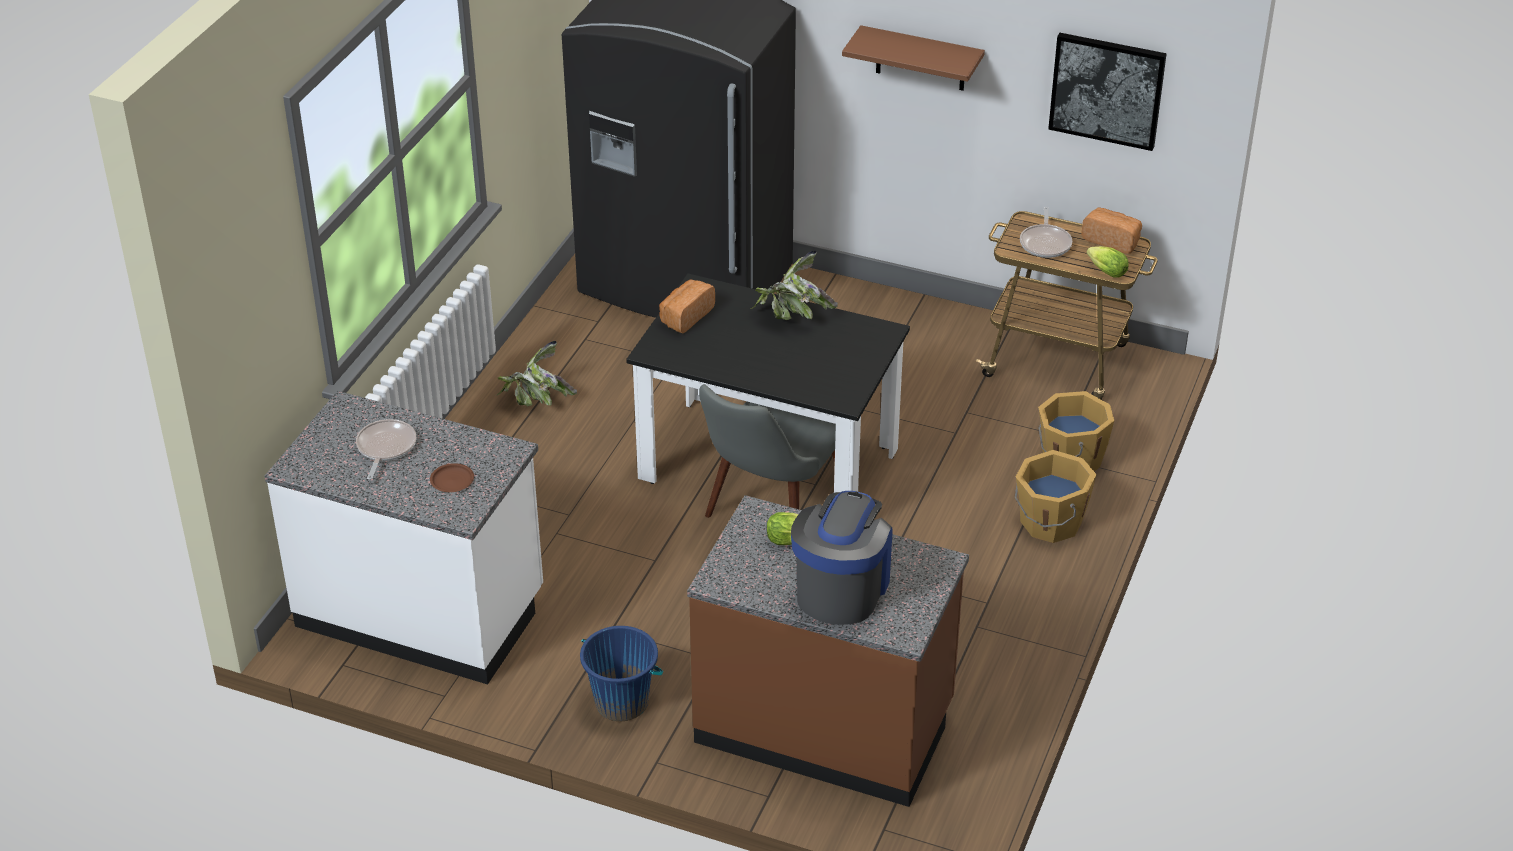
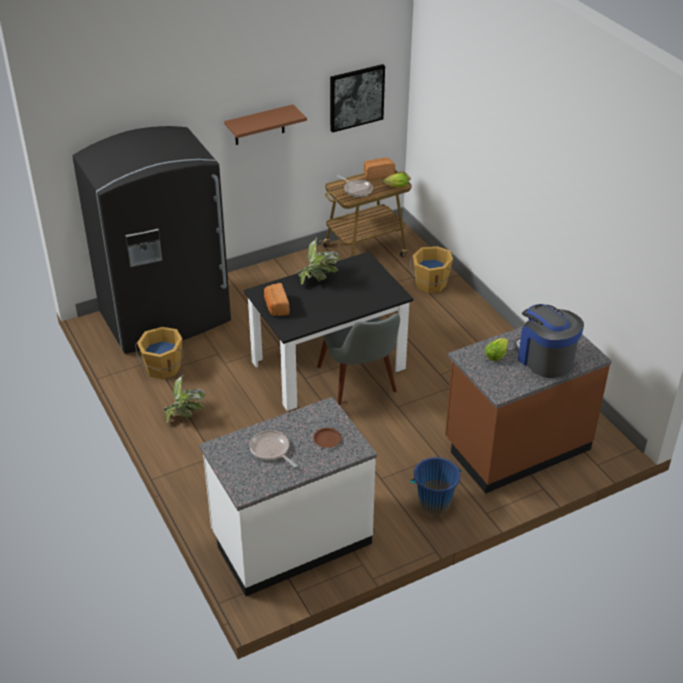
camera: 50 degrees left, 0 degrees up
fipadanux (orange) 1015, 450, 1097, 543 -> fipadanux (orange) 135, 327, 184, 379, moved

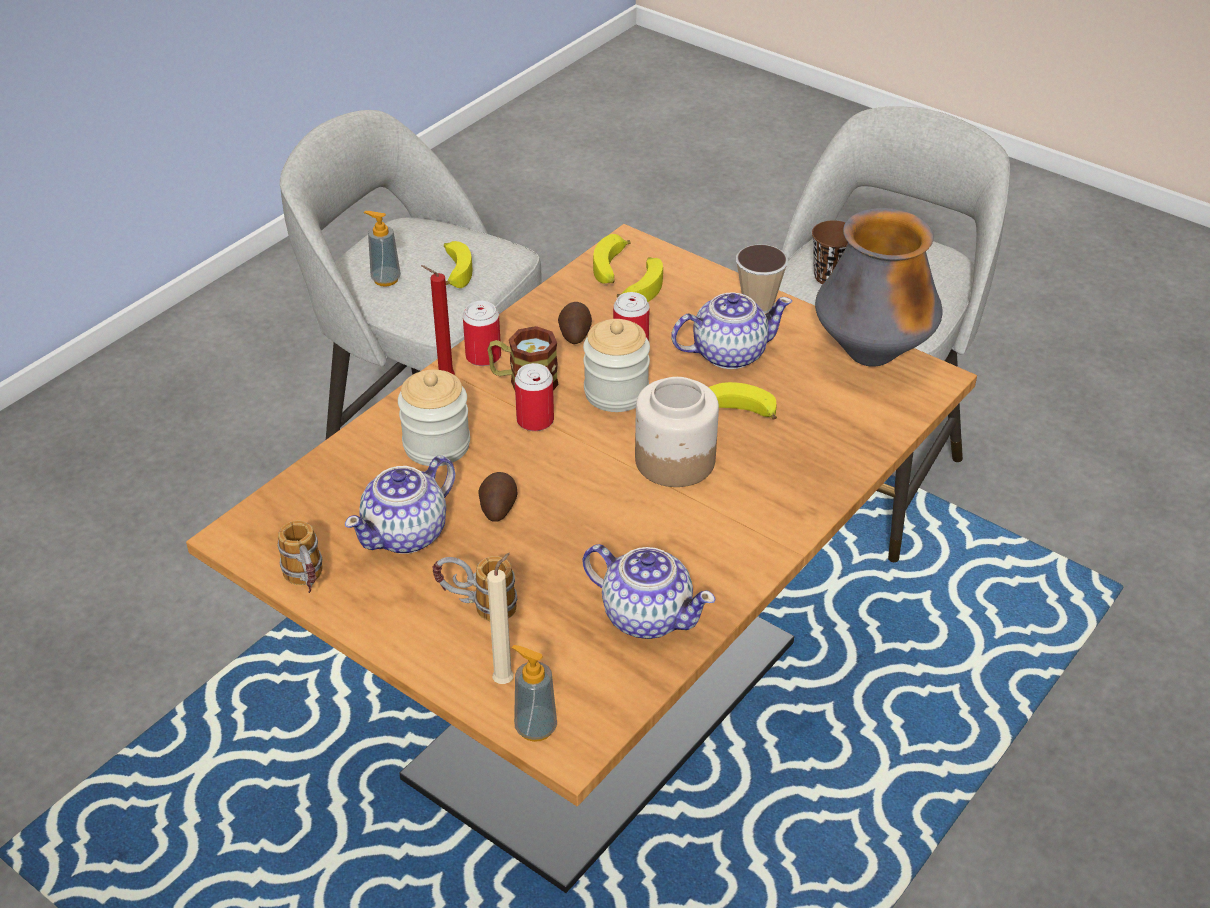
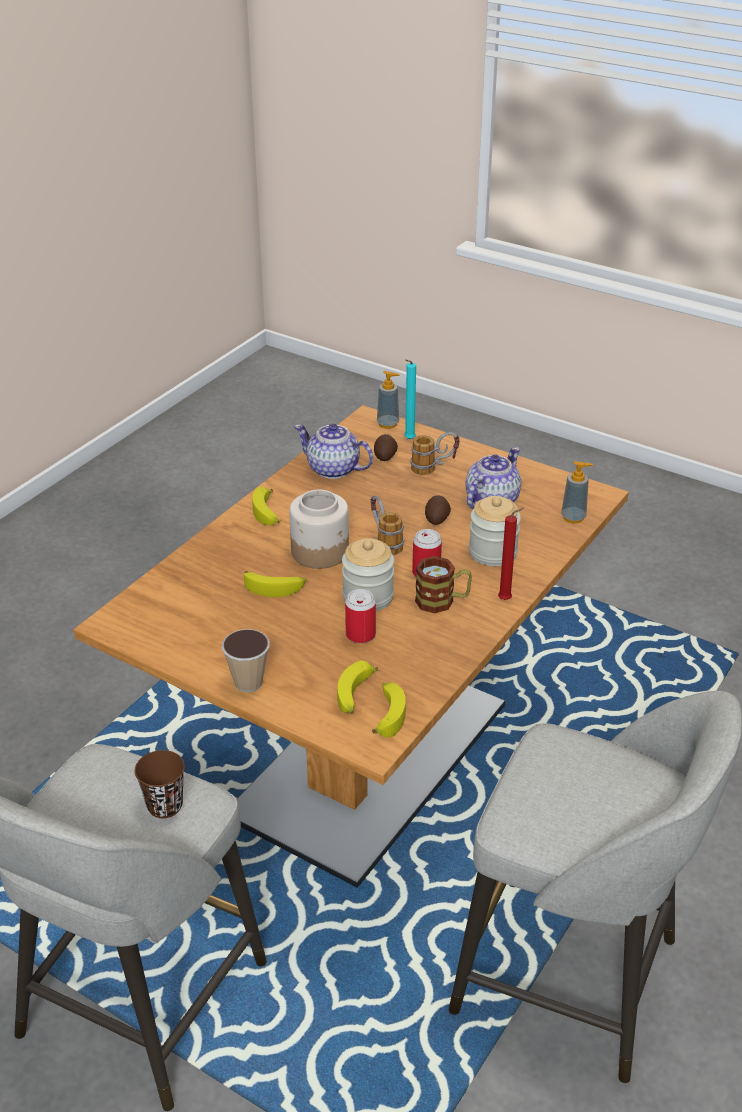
camera: 175 degrees right, 5 degrees down
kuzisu 277, 521, 323, 593 -> kuzisu 370, 496, 404, 555, moved
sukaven 364, 211, 401, 287 -> sukaven 561, 461, 593, 523, moved
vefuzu 444, 241, 472, 288 -> vefuzu 252, 487, 279, 525, moved
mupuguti 463, 301, 501, 366 -> none
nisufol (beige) 487, 553, 514, 684 -> nisufol (turquoise) 404, 360, 416, 439
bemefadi 558, 302, 592, 344 -> bemefadi 374, 434, 398, 461, moved
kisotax 671, 292, 792, 369 -> none
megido 815, 208, 943, 367 -> none

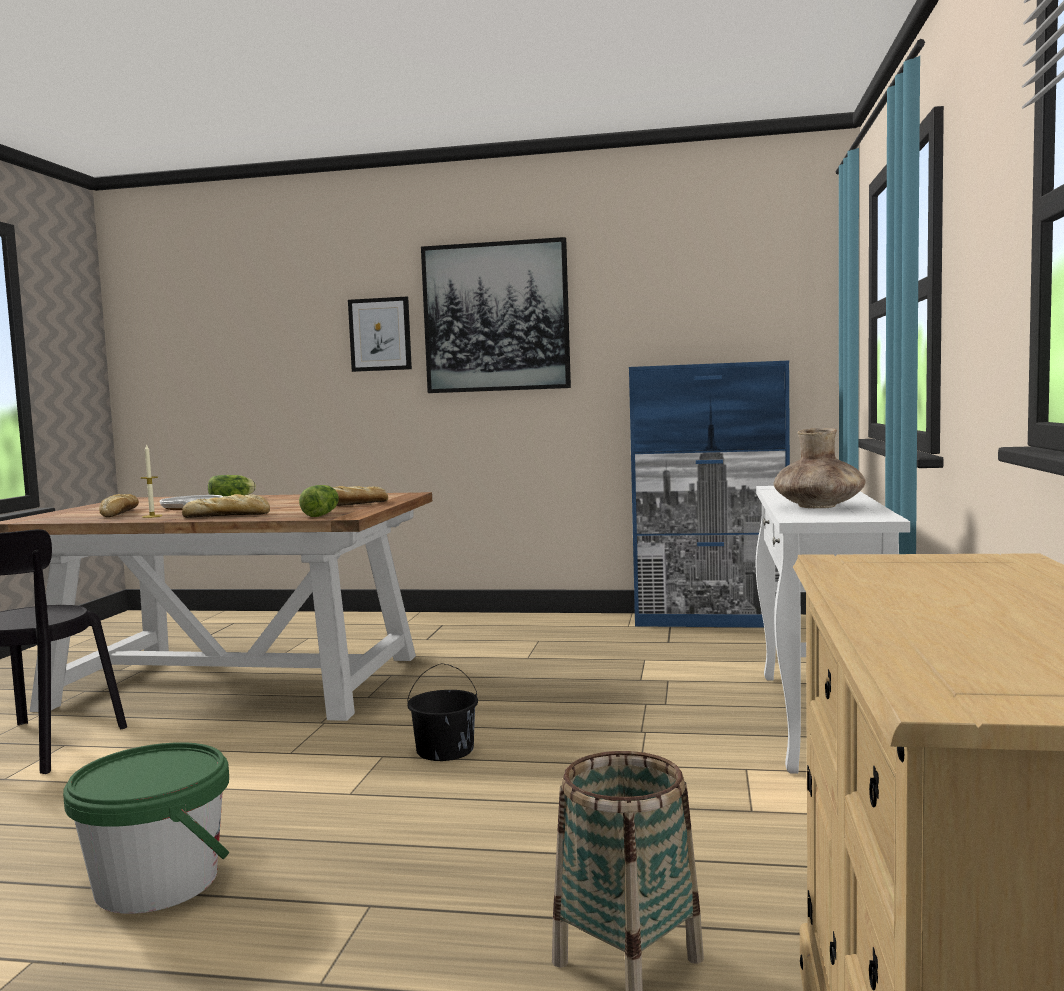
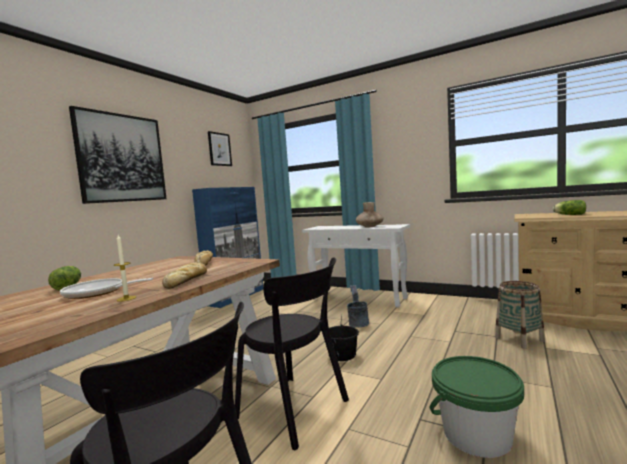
camera: 70 degrees left, 0 degrees up
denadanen 99, 494, 139, 517 -> none
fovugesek 299, 485, 339, 517 -> fovugesek 553, 200, 586, 215, moved
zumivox 348, 296, 412, 372 -> zumivox 208, 131, 232, 166, moved
none -> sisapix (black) 235, 257, 349, 451
none -> fipadanux (grey) 347, 285, 369, 327

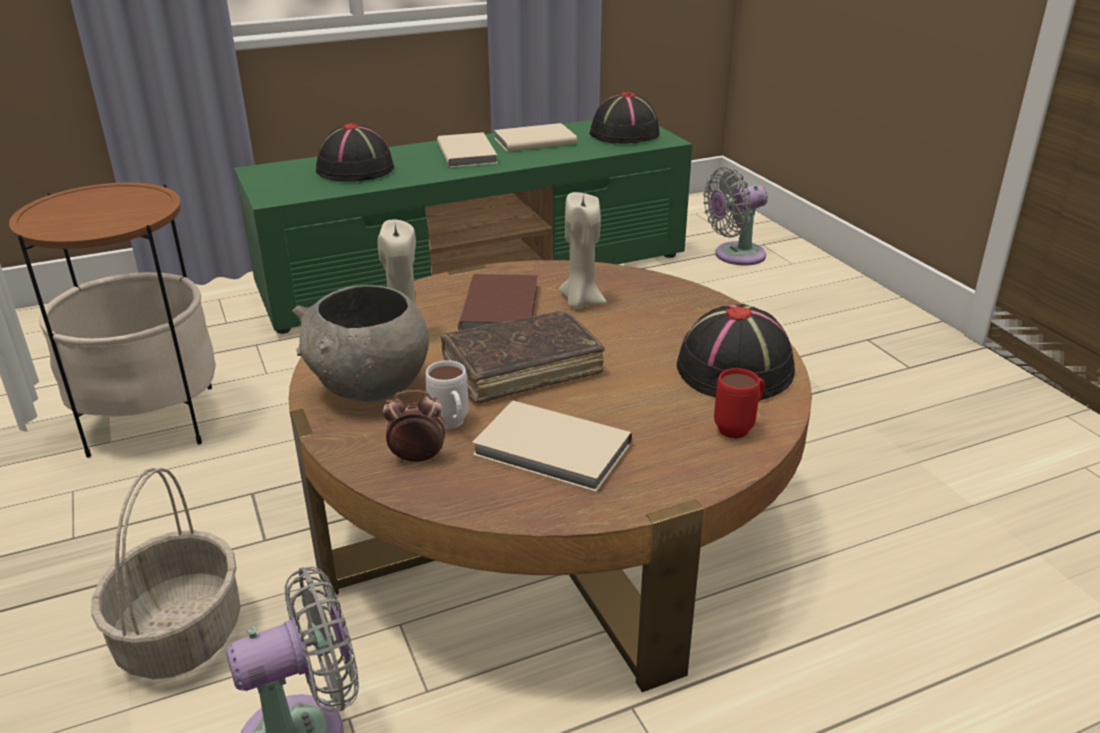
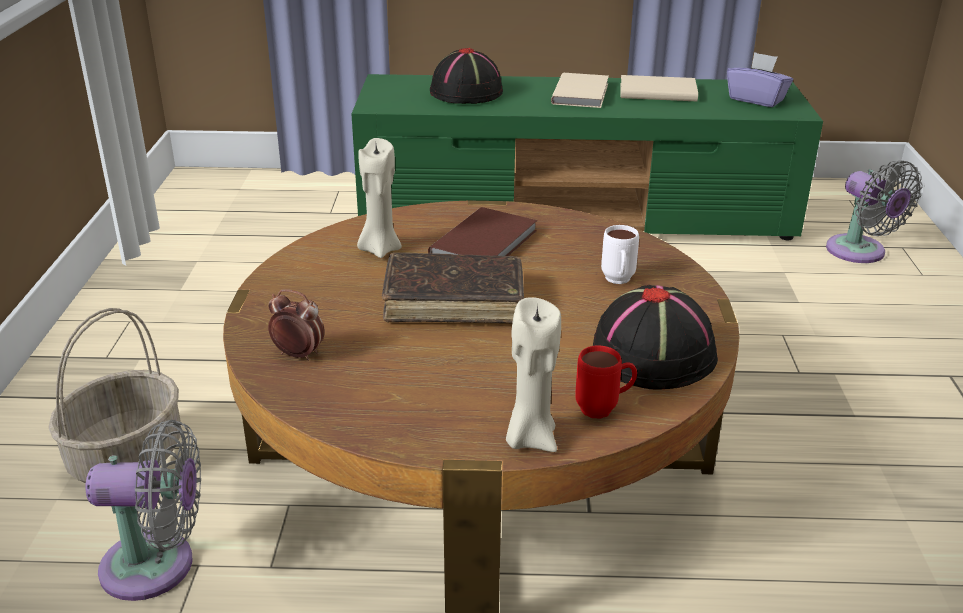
camera: 25 degrees right, 0 degrees up
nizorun 9, 183, 216, 458 -> none
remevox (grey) 292, 285, 429, 402 -> none
kuzisu (white) 425, 360, 469, 430 -> kuzisu (white) 601, 225, 639, 284, moved
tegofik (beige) 472, 401, 632, 492 -> none
nisufol (beige) 559, 192, 607, 309 -> nisufol (beige) 506, 297, 561, 452, moved
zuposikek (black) 589, 92, 660, 143 -> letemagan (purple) 727, 52, 793, 107
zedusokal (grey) 703, 167, 768, 266 -> zedusokal (grey) 826, 160, 923, 263, 120 degrees counterclockwise

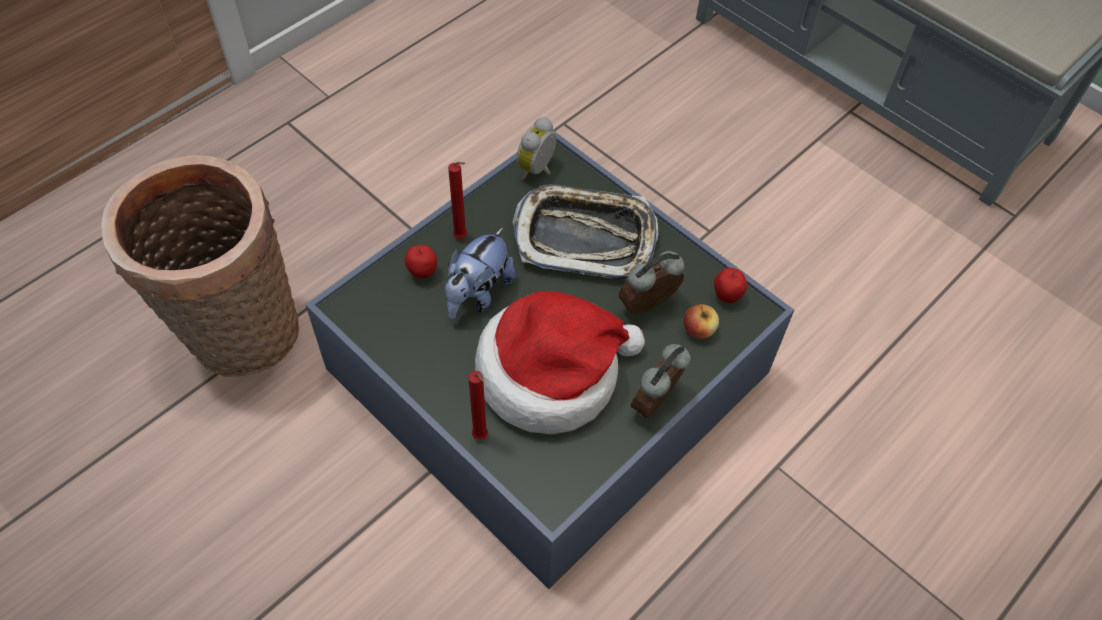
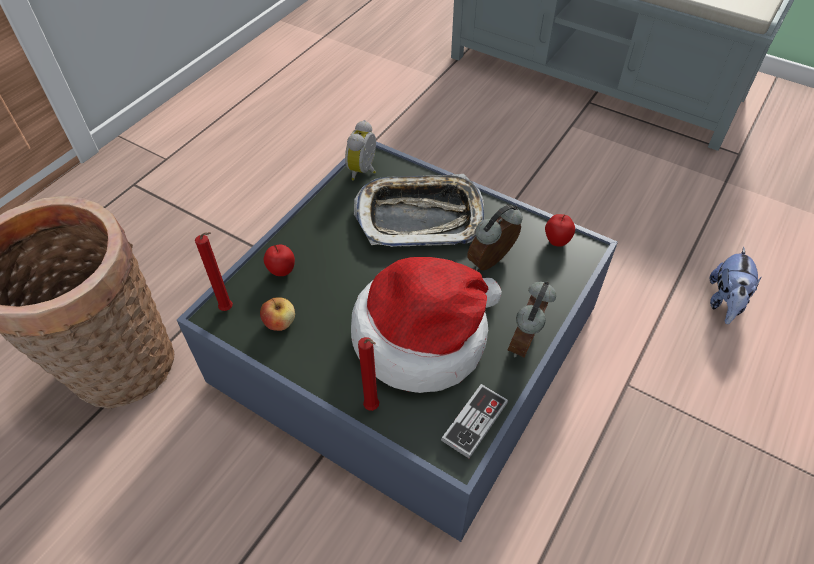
camera: 10 degrees left, 5 degrees down
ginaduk 445, 228, 516, 319 -> ginaduk 710, 247, 761, 324, moved
nisufol (red) 448, 161, 467, 239 -> nisufol (red) 195, 232, 233, 311, moved
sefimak 683, 304, 719, 339 -> sefimak 260, 297, 295, 331, moved
none -> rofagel 441, 384, 508, 458

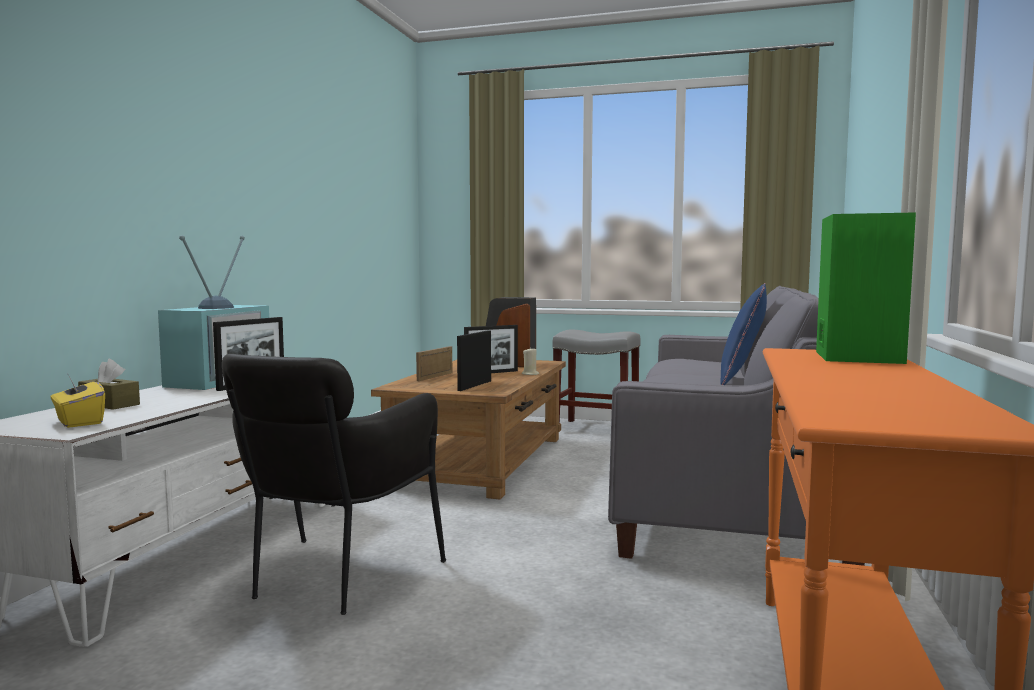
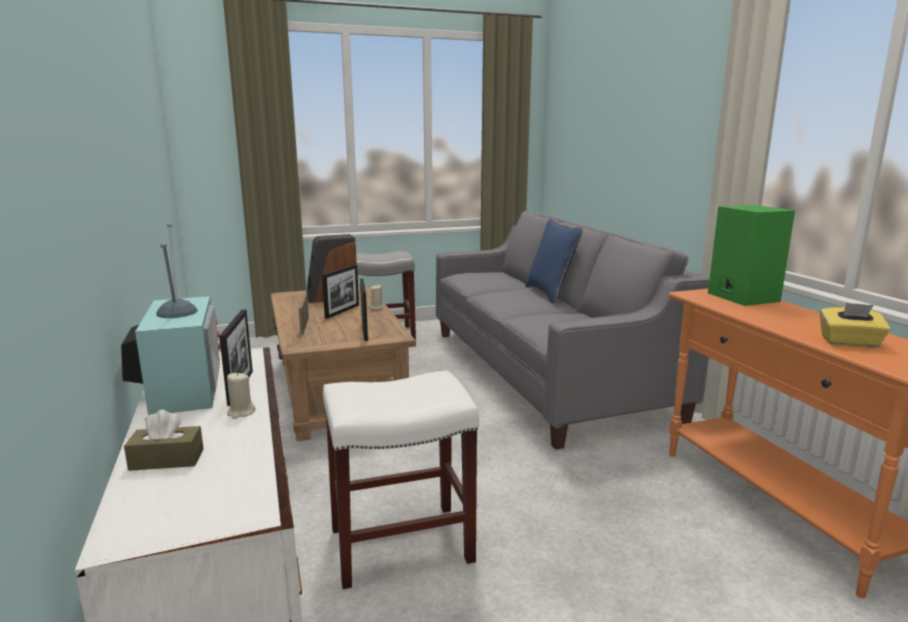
camera: 35 degrees left, 10 degrees up
letemagan (yellow) 51, 373, 105, 428 -> letemagan (yellow) 820, 303, 891, 348, moved
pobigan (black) 222, 354, 446, 615 -> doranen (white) 323, 371, 479, 590
none -> nisufol (beige) 227, 372, 255, 419

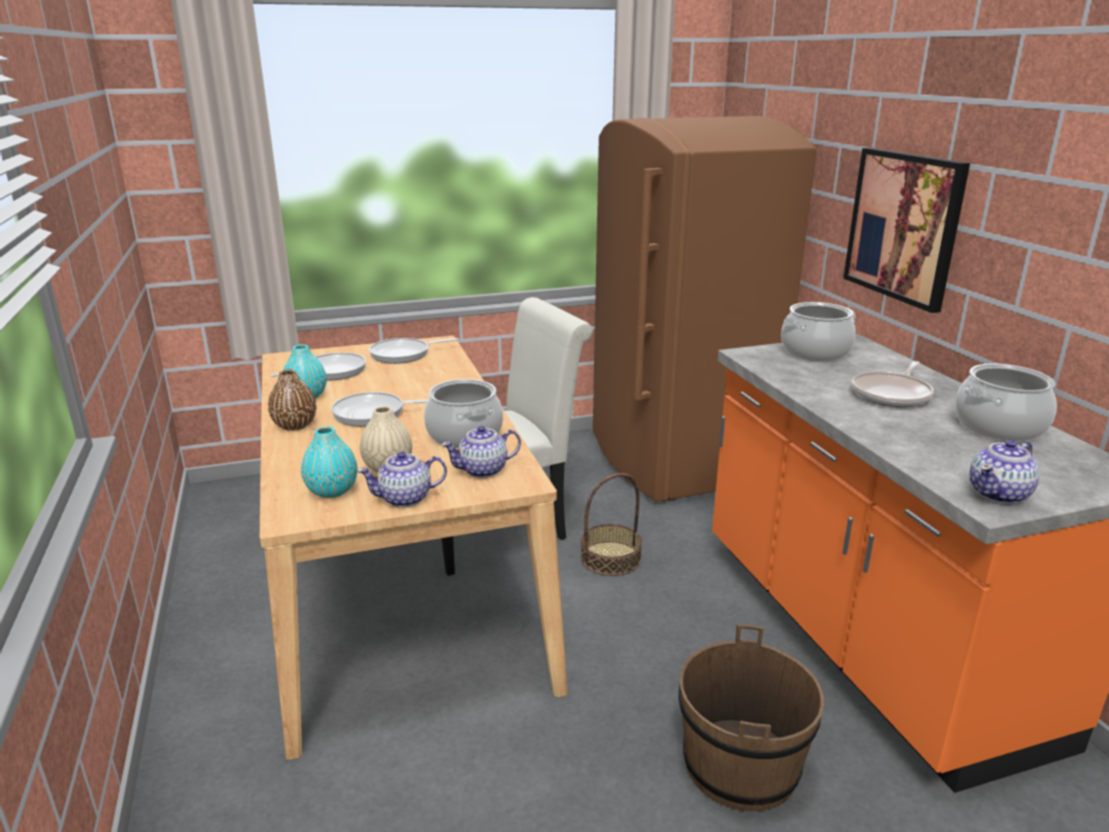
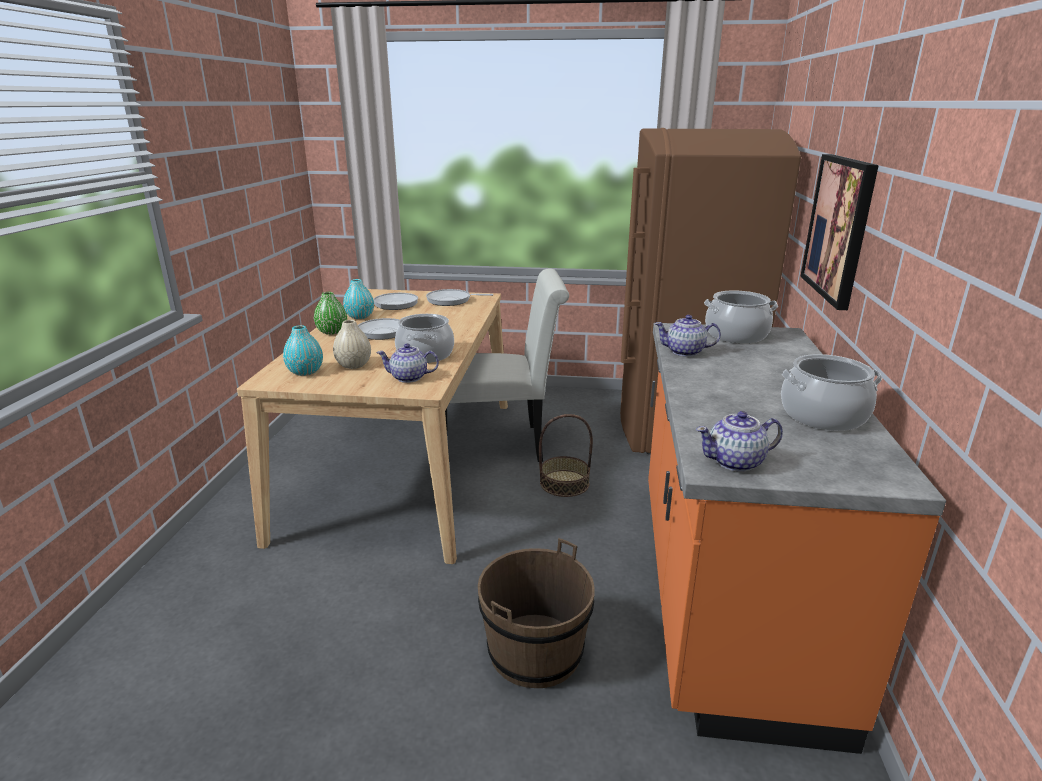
camera: 25 degrees right, 0 degrees up
megido (brown) 268, 369, 316, 431 -> megido (green) 314, 292, 347, 335
kisotax 357, 451, 447, 507 -> kisotax 654, 315, 721, 357, moved
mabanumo 852, 361, 934, 407 -> none

